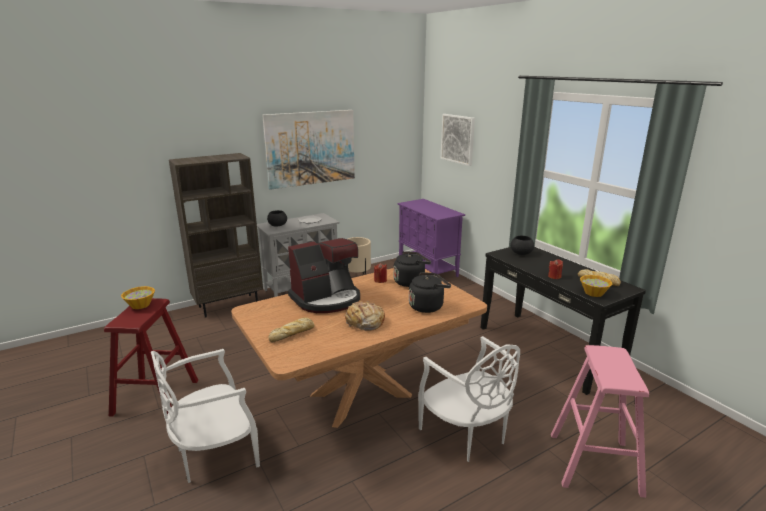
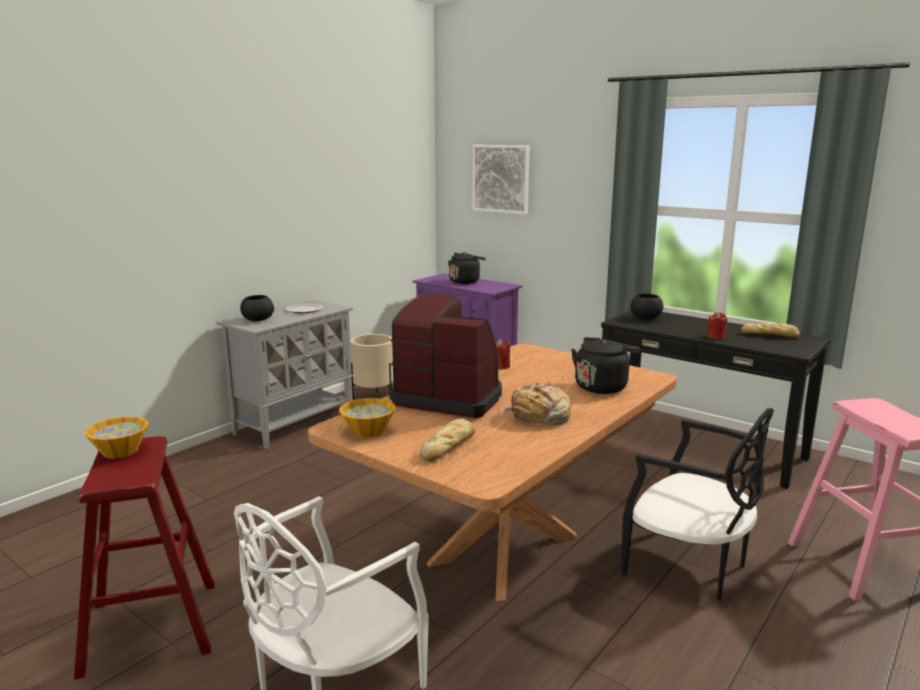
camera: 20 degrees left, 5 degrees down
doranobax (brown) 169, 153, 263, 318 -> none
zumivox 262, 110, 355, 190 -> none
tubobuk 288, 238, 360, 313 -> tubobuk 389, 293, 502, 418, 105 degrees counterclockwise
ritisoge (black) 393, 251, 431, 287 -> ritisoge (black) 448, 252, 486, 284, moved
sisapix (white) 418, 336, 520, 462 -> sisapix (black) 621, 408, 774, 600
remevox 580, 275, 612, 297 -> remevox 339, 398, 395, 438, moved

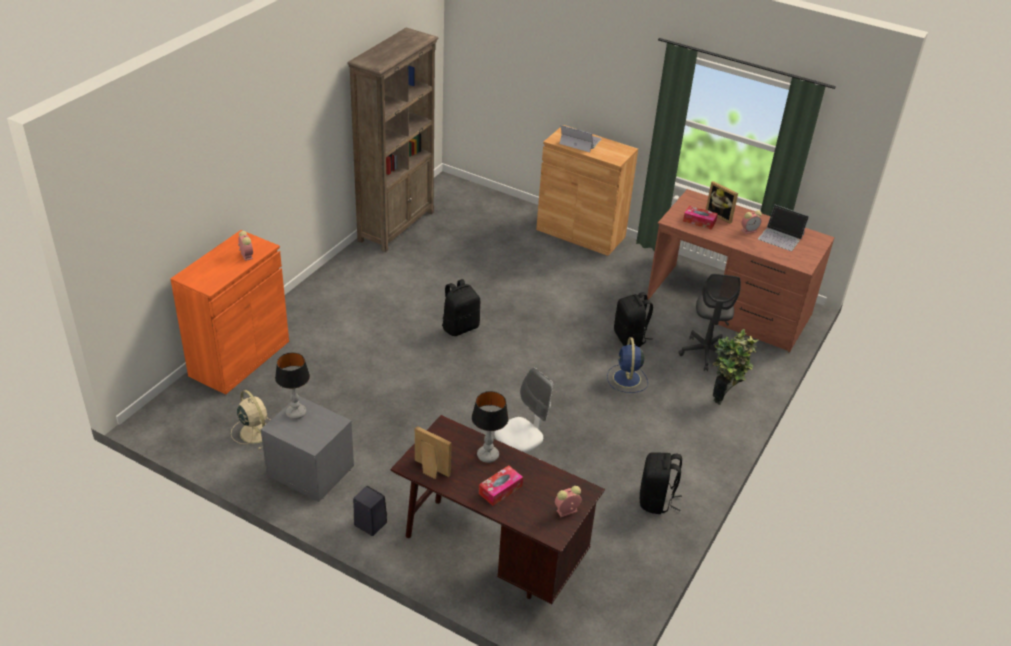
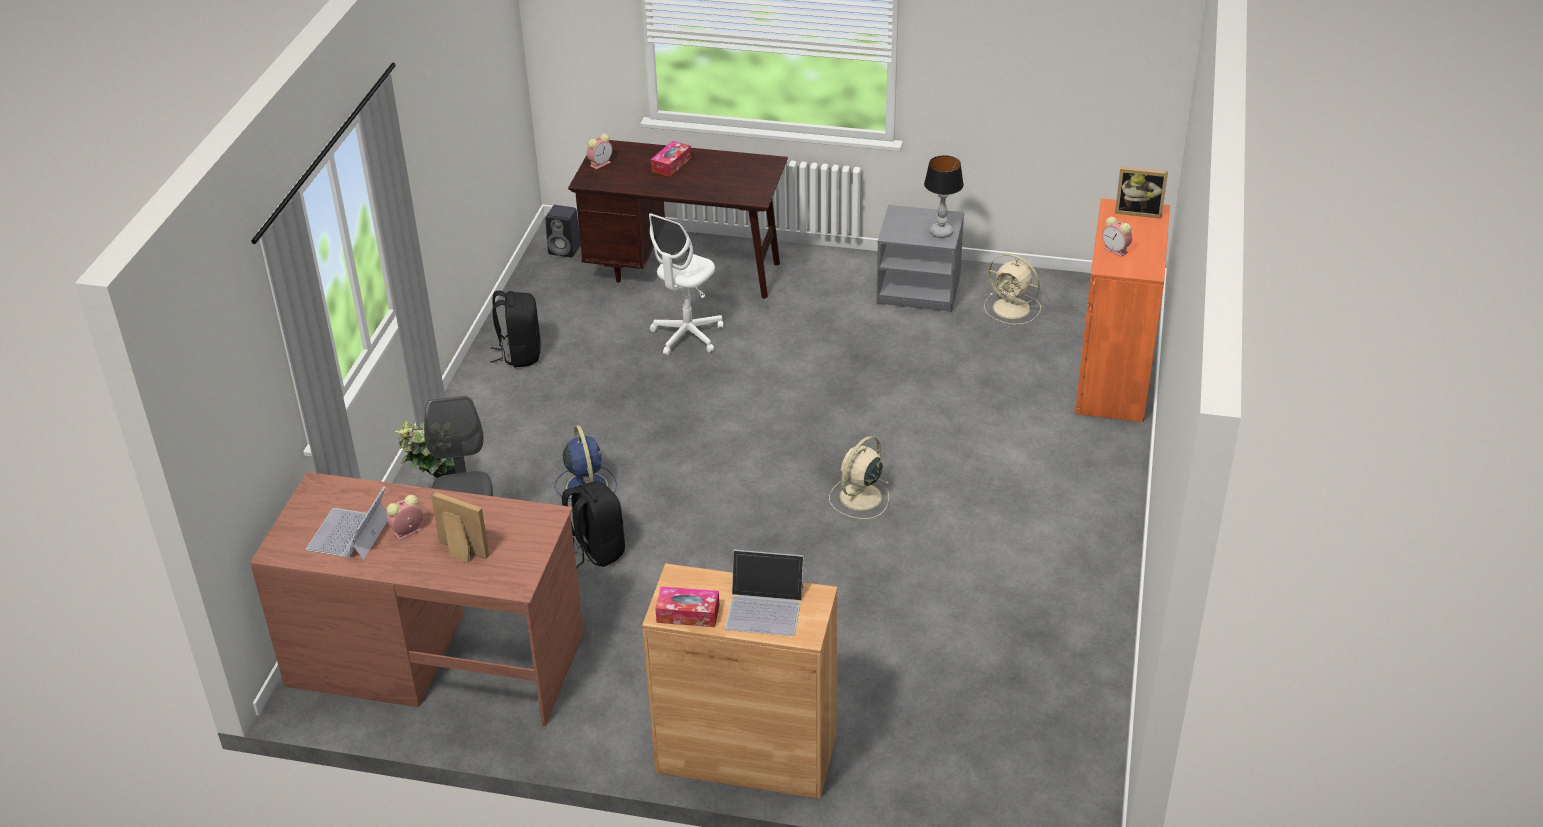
camera: 165 degrees right, 0 degrees up
doranobax (brown) 347, 27, 438, 252 -> none
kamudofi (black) 353, 486, 387, 536 -> kamudofi (black) 546, 205, 581, 257, moved
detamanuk 415, 426, 452, 479 -> detamanuk 1115, 167, 1168, 219, moved
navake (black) 442, 279, 480, 336 -> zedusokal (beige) 829, 436, 890, 519
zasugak 472, 391, 509, 463 -> none
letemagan 683, 206, 718, 230 -> letemagan 655, 587, 719, 627, moved
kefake 758, 205, 809, 251 -> kefake 306, 486, 387, 560, 90 degrees counterclockwise

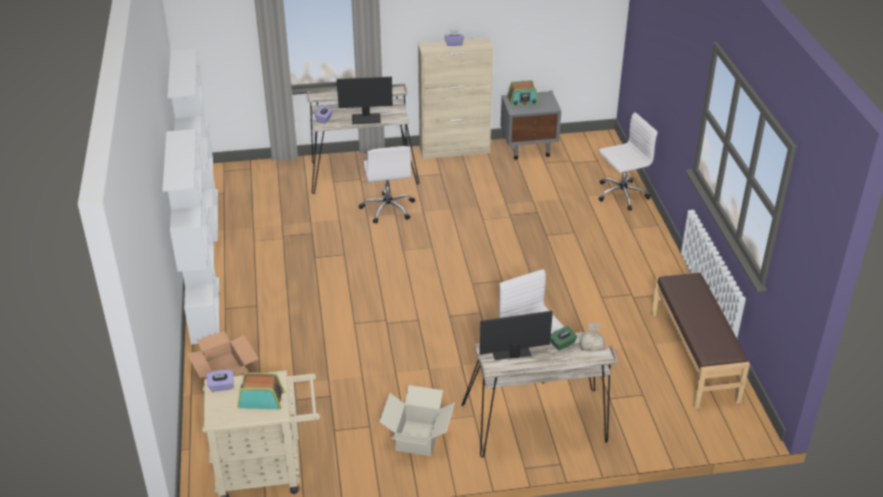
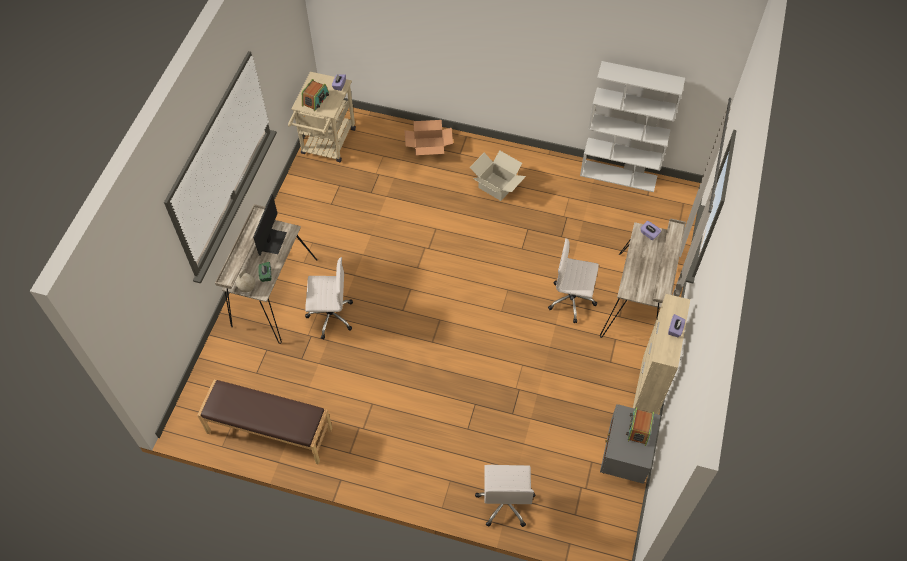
camera: 115 degrees right, 20 degrees up
doranobax (white) 163, 129, 219, 345 -> none
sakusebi 337, 77, 393, 124 -> none
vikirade 380, 385, 455, 456 -> vikirade 470, 150, 526, 201, moved

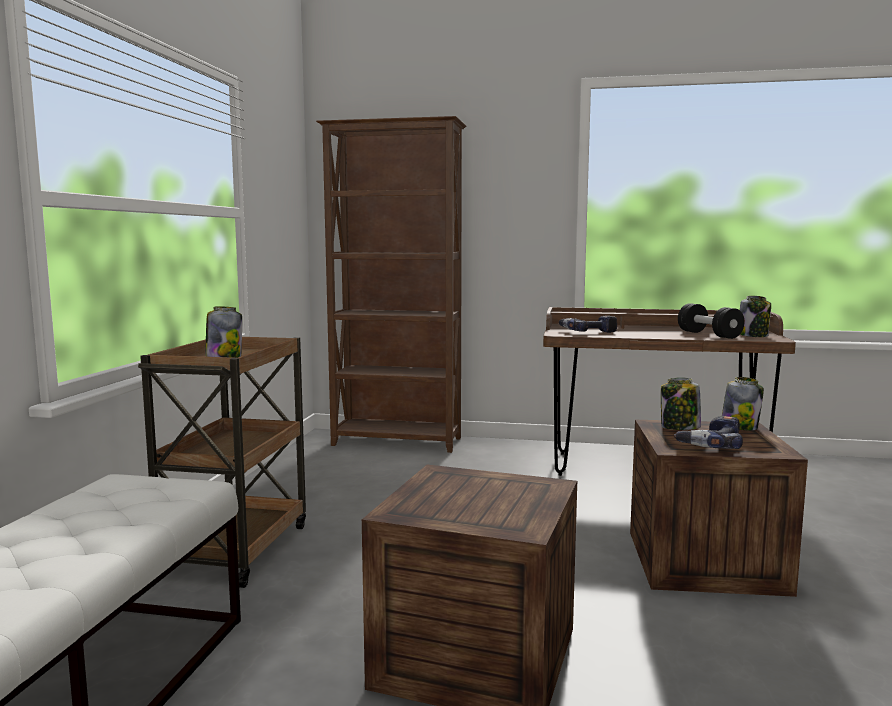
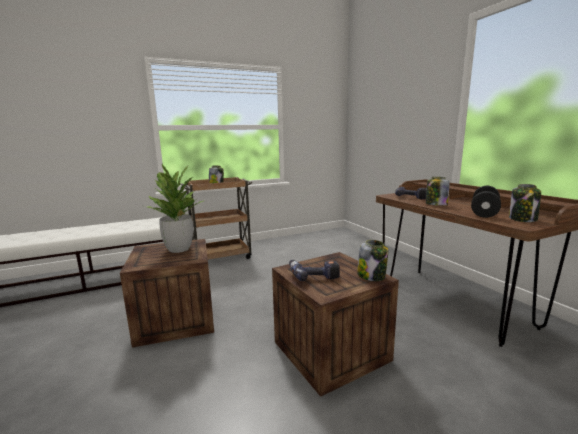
camera: 55 degrees right, 5 degrees up
doranobax (brown) 316, 116, 466, 453 -> none
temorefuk 661, 378, 701, 430 -> temorefuk 426, 177, 450, 206, moved
none -> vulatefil 145, 164, 205, 253

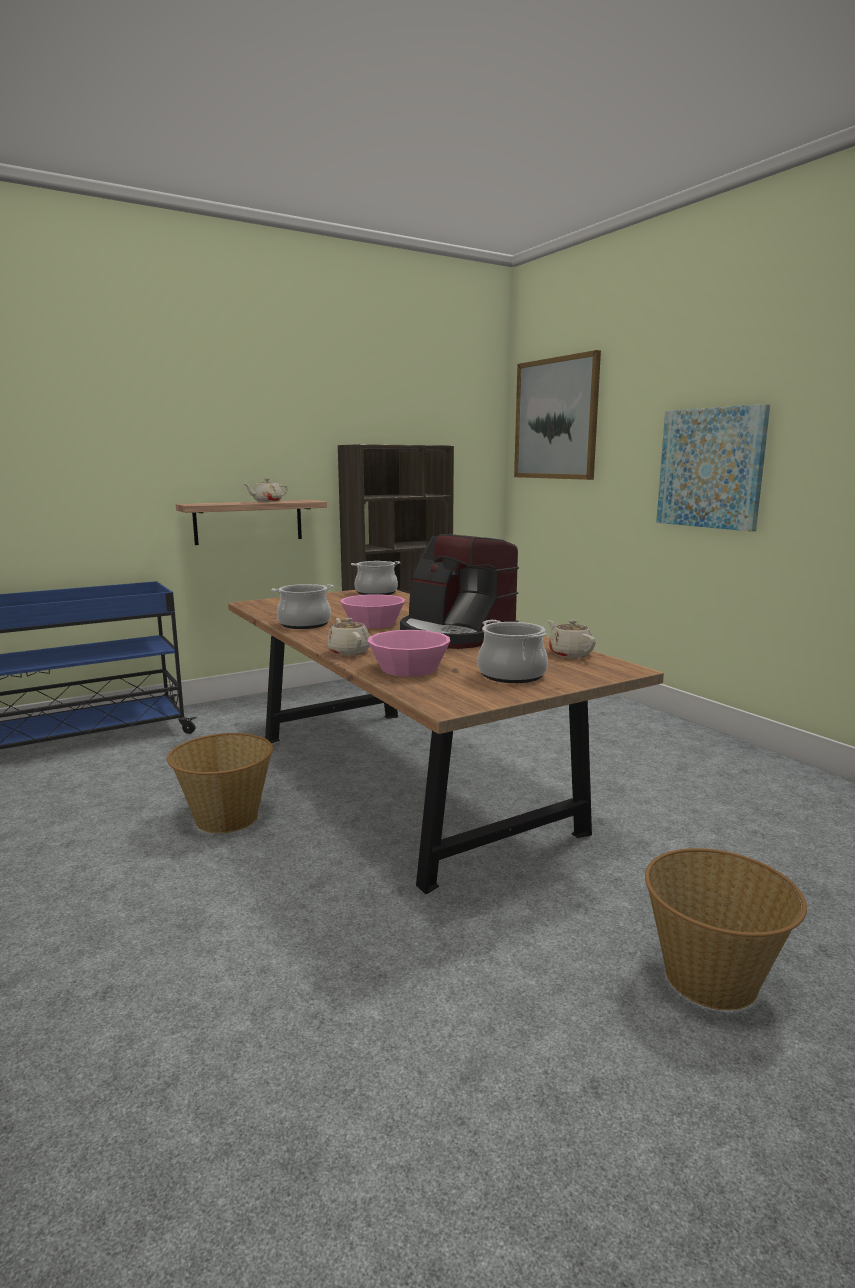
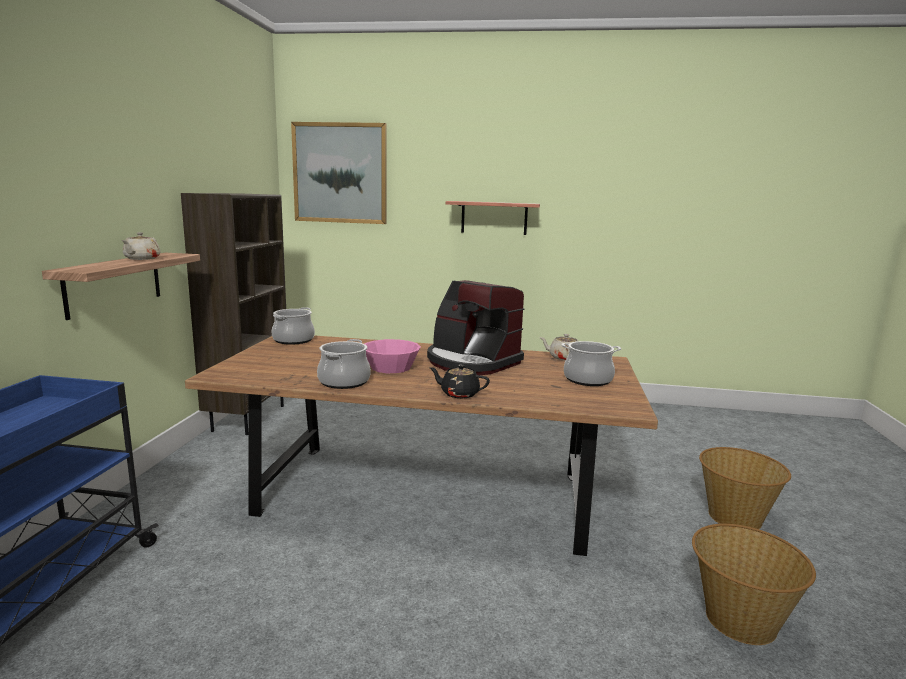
camera: 50 degrees left, 0 degrees up
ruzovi 167, 733, 273, 833 -> ruzovi 692, 524, 816, 645, moved
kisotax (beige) 327, 618, 370, 655 -> kisotax (black) 429, 364, 490, 398
remevox (pink) 368, 630, 450, 677 -> none
tubobuk 400, 534, 519, 649 -> tubobuk 427, 280, 524, 375, 45 degrees clockwise
zumivox 656, 404, 770, 532 -> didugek 446, 201, 540, 235

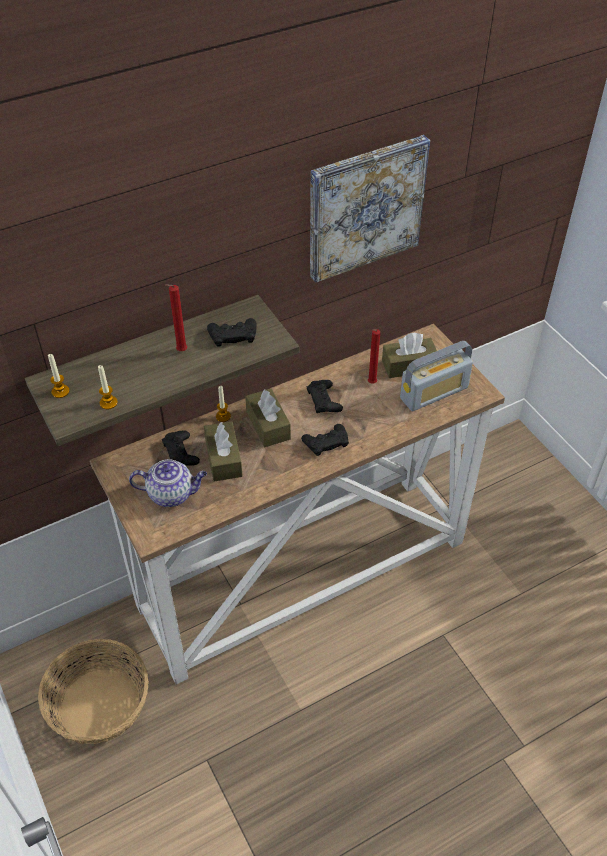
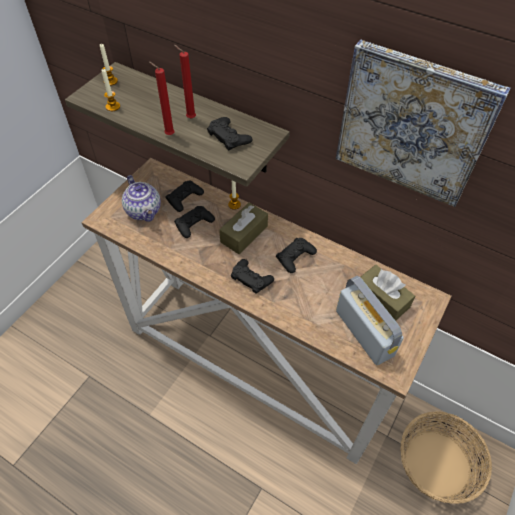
camera: 60 degrees right, 5 degrees up
ruzovi 38, 639, 149, 744 -> ruzovi 400, 411, 492, 504, moved
letemagan (brown) 204, 421, 242, 482 -> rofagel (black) 174, 206, 215, 238
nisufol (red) 368, 329, 380, 384 -> nisufol (red) 149, 62, 175, 135, moved
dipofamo 400, 341, 473, 411 -> dipofamo 336, 276, 404, 365, 150 degrees counterclockwise

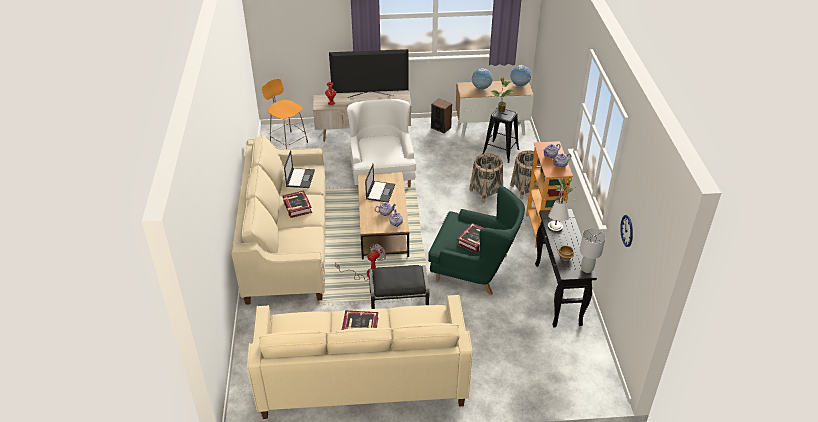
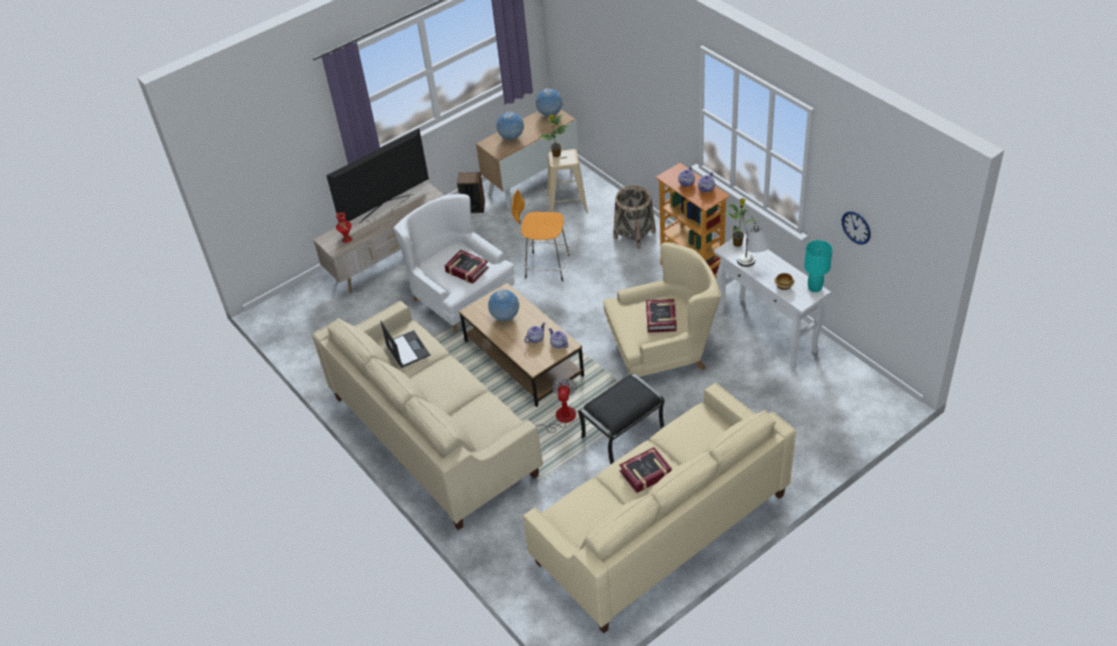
camera: 30 degrees left, 5 degrees up
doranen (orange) 262, 79, 308, 149 -> doranen (orange) 511, 189, 570, 281, moved
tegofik 283, 191, 312, 218 -> tegofik 444, 250, 489, 284, moved
kefake 365, 164, 395, 203 -> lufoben 488, 290, 519, 321
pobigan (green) 428, 186, 525, 295 -> pobigan (beige) 603, 242, 721, 377
ruzovi 469, 153, 503, 203 -> none
doranen (black) 482, 107, 519, 163 -> doranen (beige) 547, 149, 588, 213
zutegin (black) 535, 209, 597, 327 -> zutegin (white) 714, 233, 831, 368
zasugak (grey) 580, 228, 606, 273 -> zasugak (turquoise) 804, 240, 832, 292

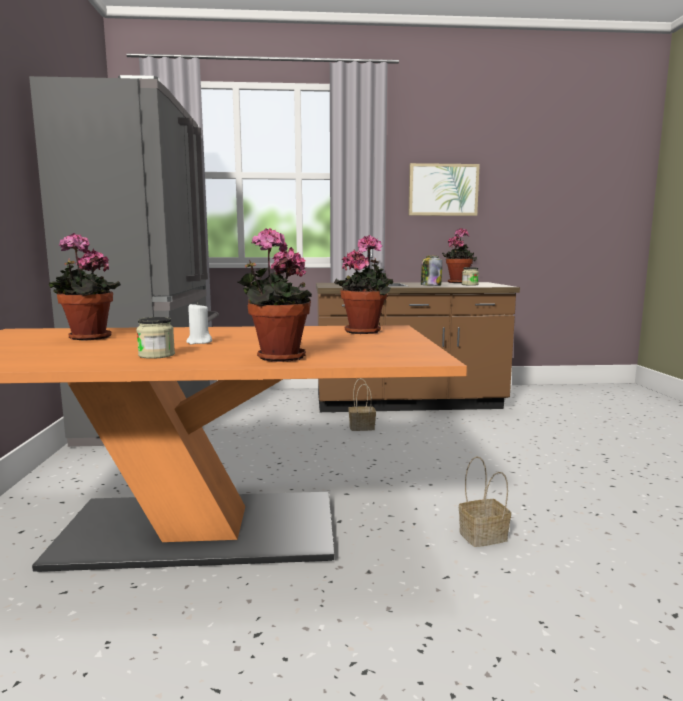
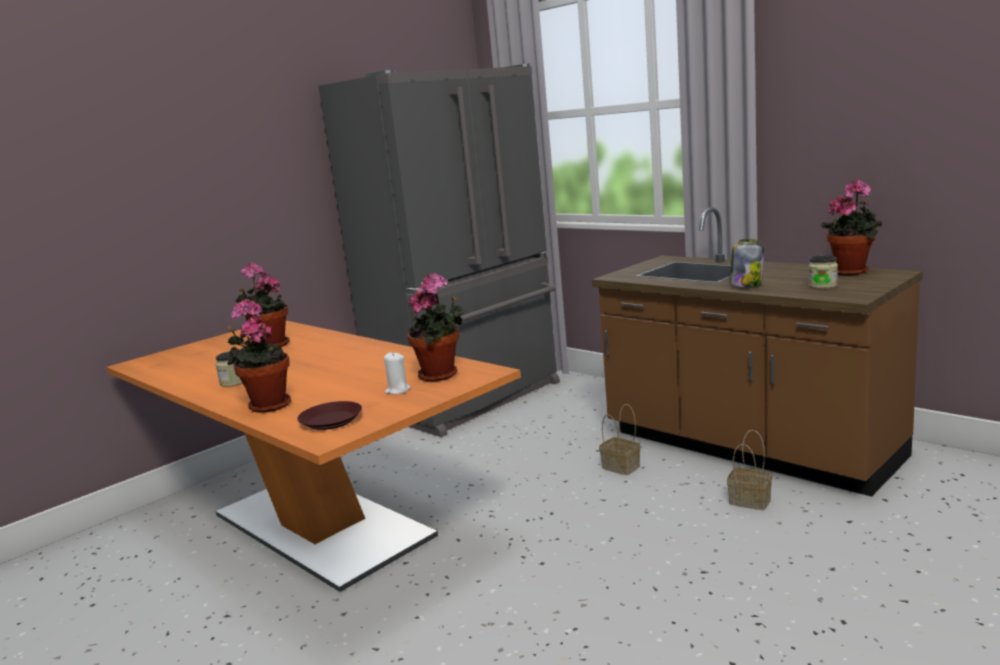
camera: 50 degrees right, 5 degrees up
nisufol (white) 186, 302, 212, 344 -> nisufol (white) 384, 352, 411, 394, moved
zumivox 408, 163, 480, 216 -> none
ruzovi 459, 456, 511, 547 -> ruzovi 727, 430, 772, 510, moved
none -> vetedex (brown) 297, 401, 362, 430

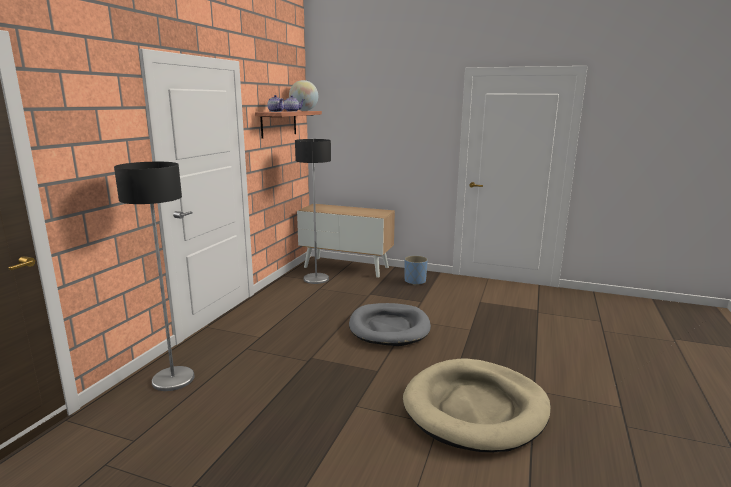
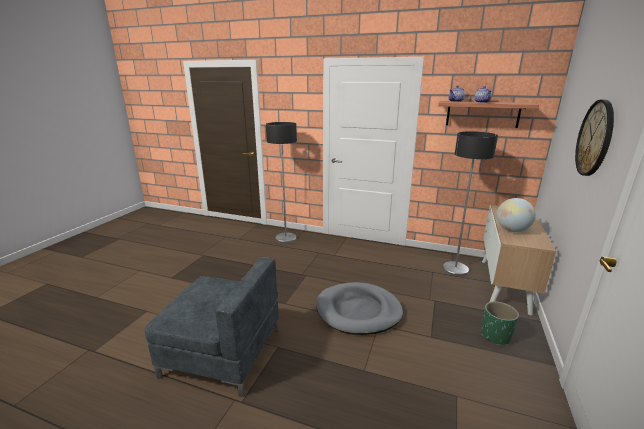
camera: 90 degrees right, 5 degrees up
lufoben 289, 80, 318, 111 -> lufoben 497, 198, 536, 232, moved
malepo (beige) 403, 358, 551, 452 -> pobigan (grey) 145, 258, 279, 397
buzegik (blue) 405, 256, 428, 285 -> buzegik (green) 481, 301, 519, 346
none -> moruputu 575, 100, 614, 176

